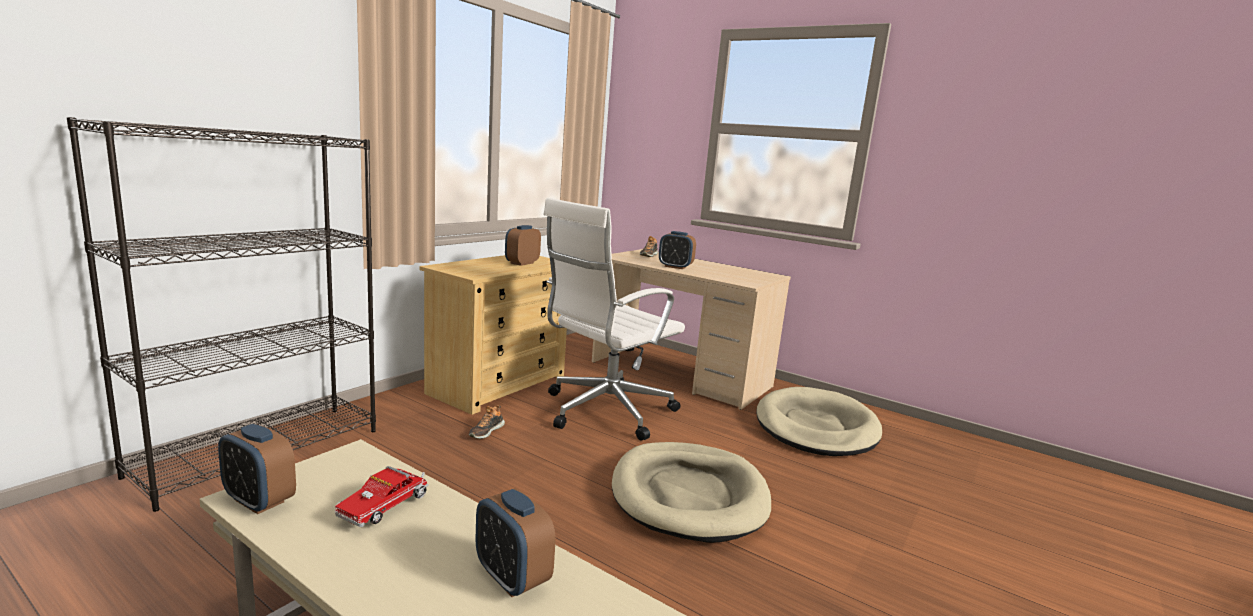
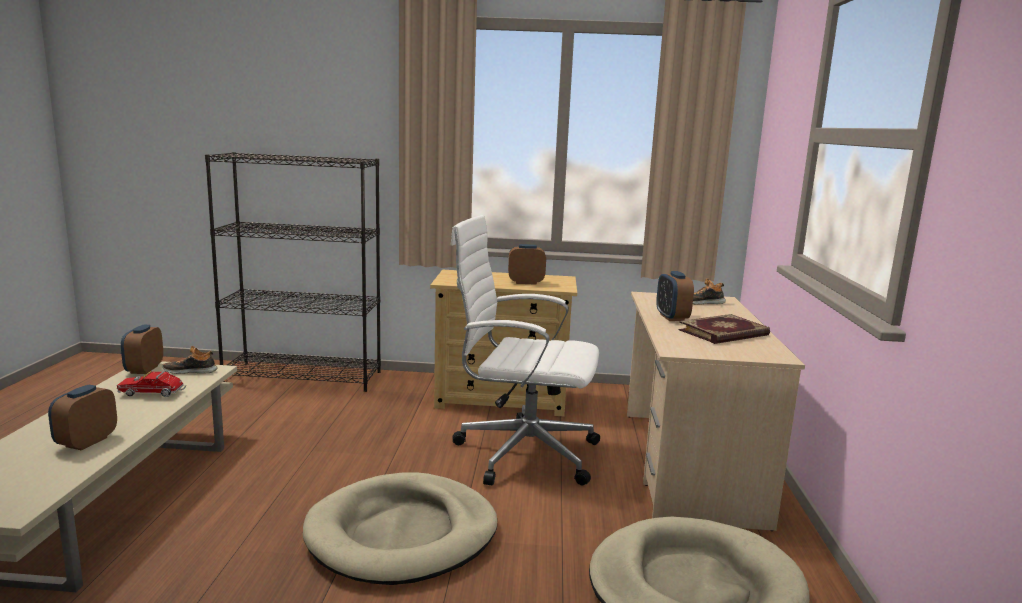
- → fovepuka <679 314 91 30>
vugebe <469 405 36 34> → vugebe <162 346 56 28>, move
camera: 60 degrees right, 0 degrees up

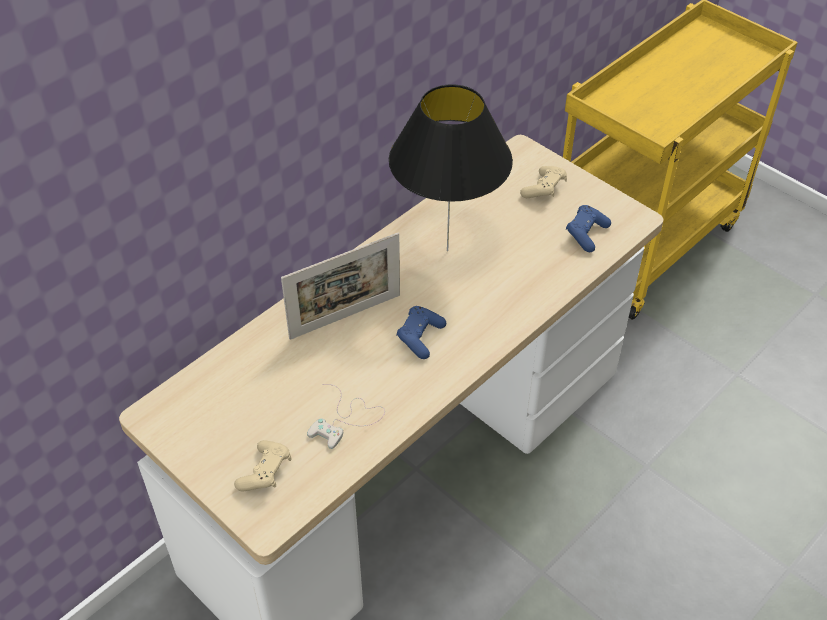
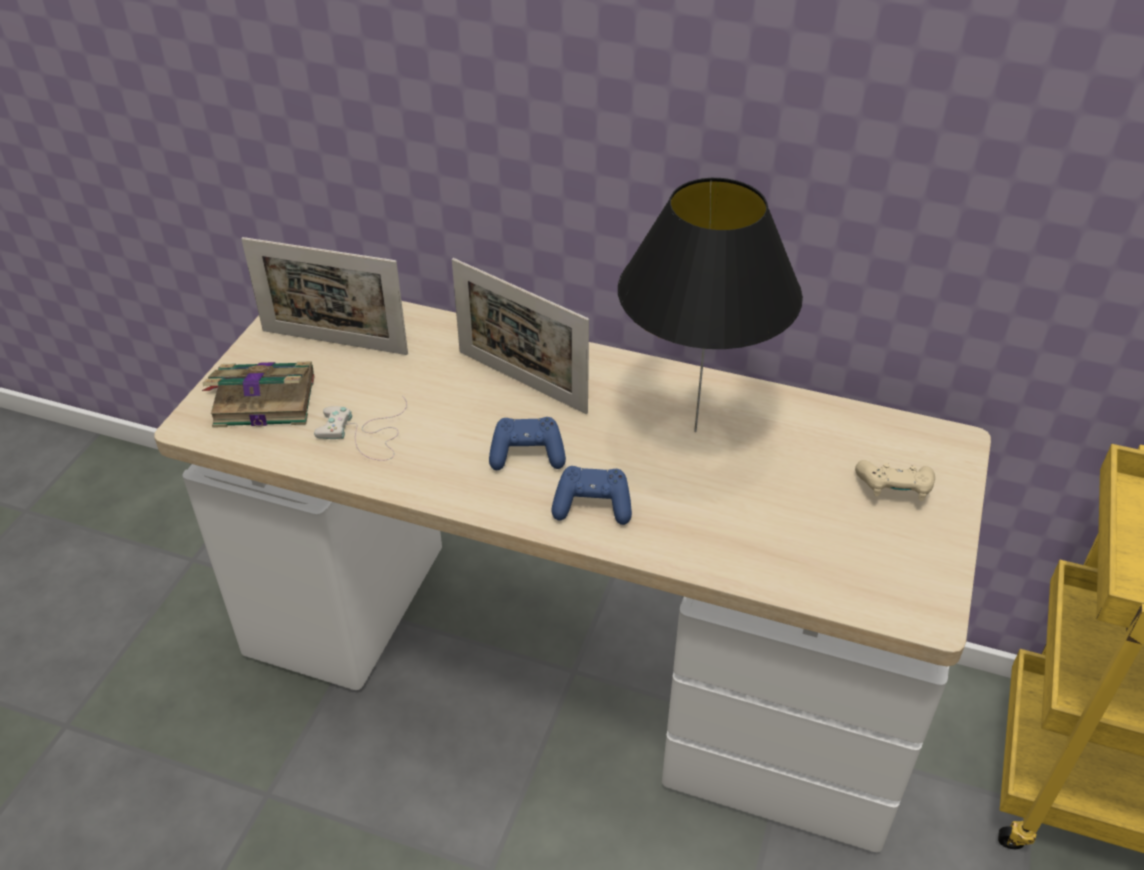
- → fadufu <241 237 167 118>
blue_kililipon <565 205 46 47> → blue_kililipon <551 466 81 59>, move
beige_kililipon <234 440 57 51> → fovepuka <202 361 113 67>
camera: 65 degrees right, 5 degrees down

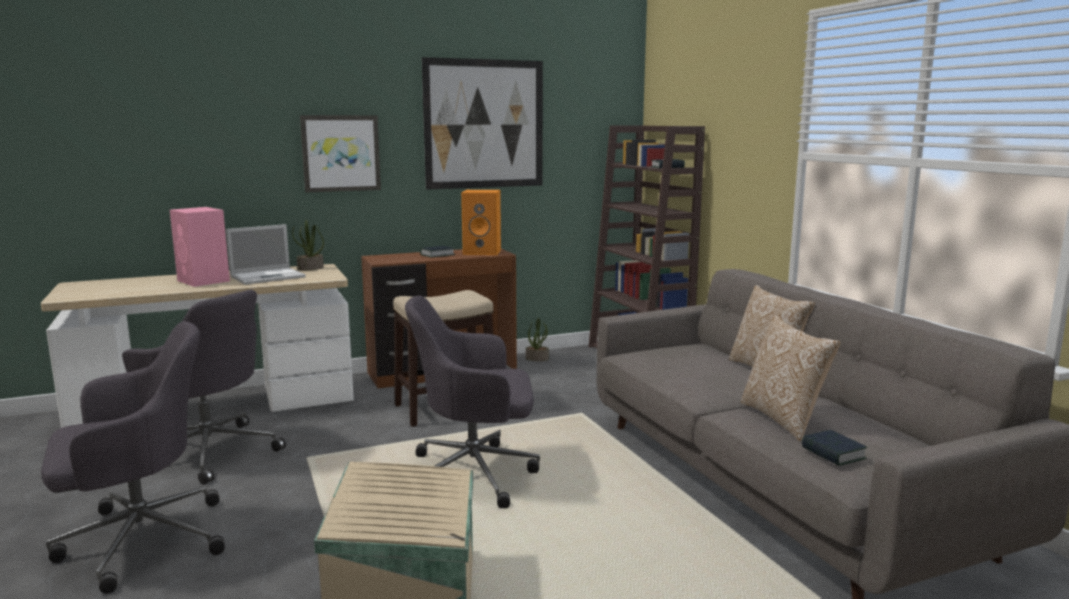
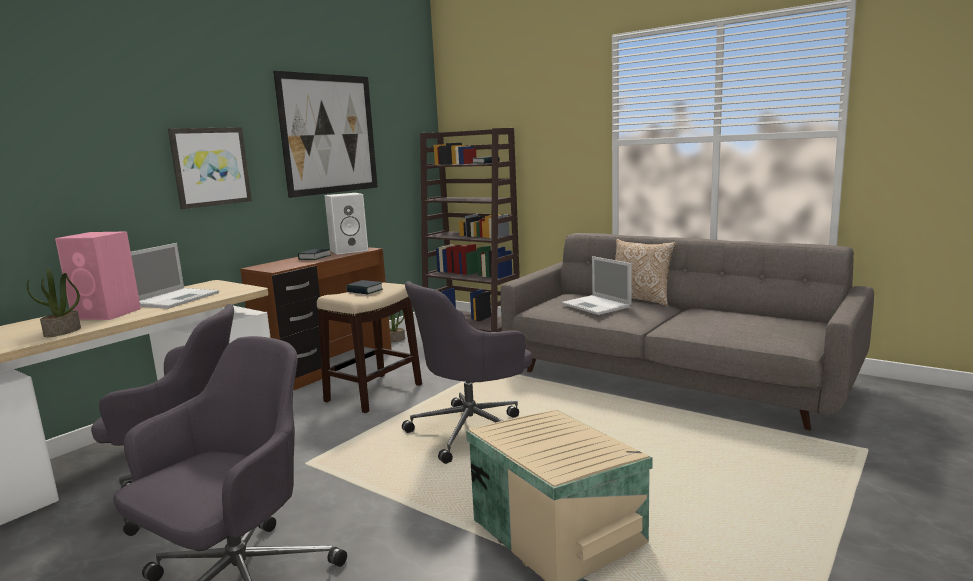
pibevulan <741 315 99 127> → -
- → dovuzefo <561 256 71 59>
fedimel <292 220 32 51> → fedimel <27 268 54 69>, move
fovepuka <802 430 65 36> → fovepuka <346 280 37 15>, move
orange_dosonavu <461 190 40 65> → white_dosonavu <324 193 44 62>
camera: 30 degrees left, 0 degrees up

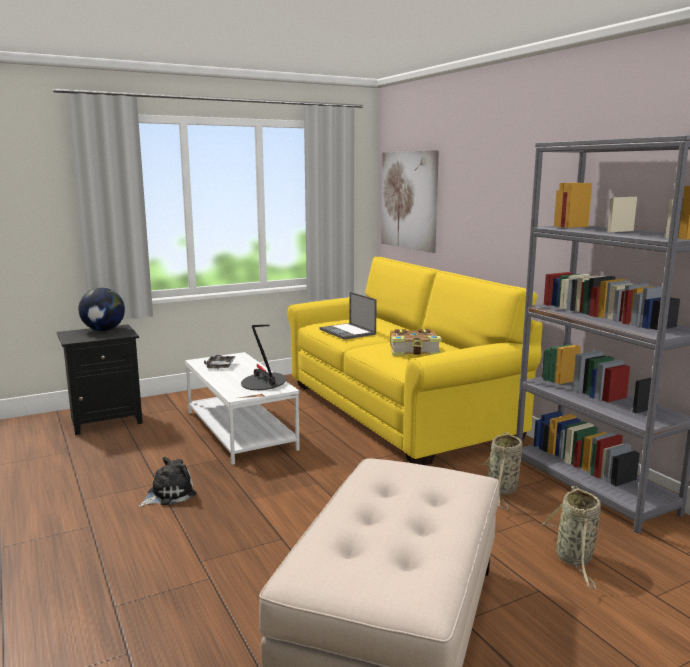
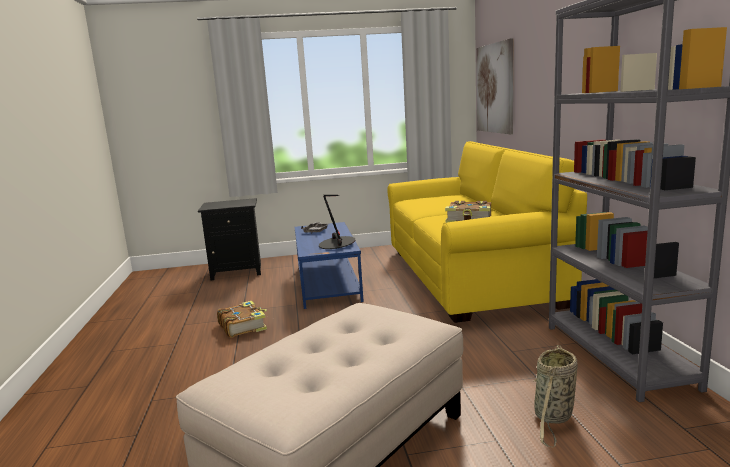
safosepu <78 288 47 43> → -
dovuzefo <320 292 57 48> → -
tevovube <483 432 40 78> → -
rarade <138 457 59 50> → fovepuka <217 301 50 37>
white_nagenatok <185 352 115 113> → blue_nagenatok <294 222 70 87>
camera: 20 degrees right, 0 degrees up

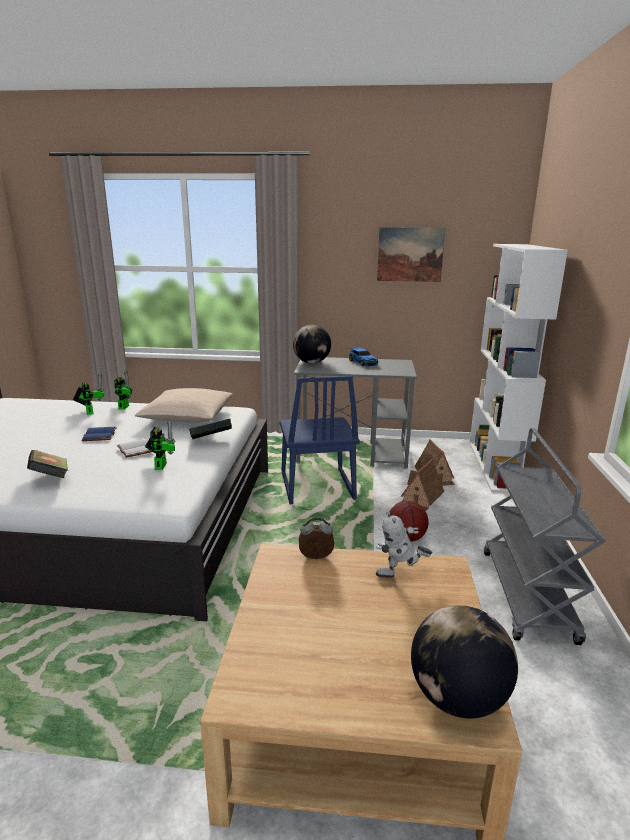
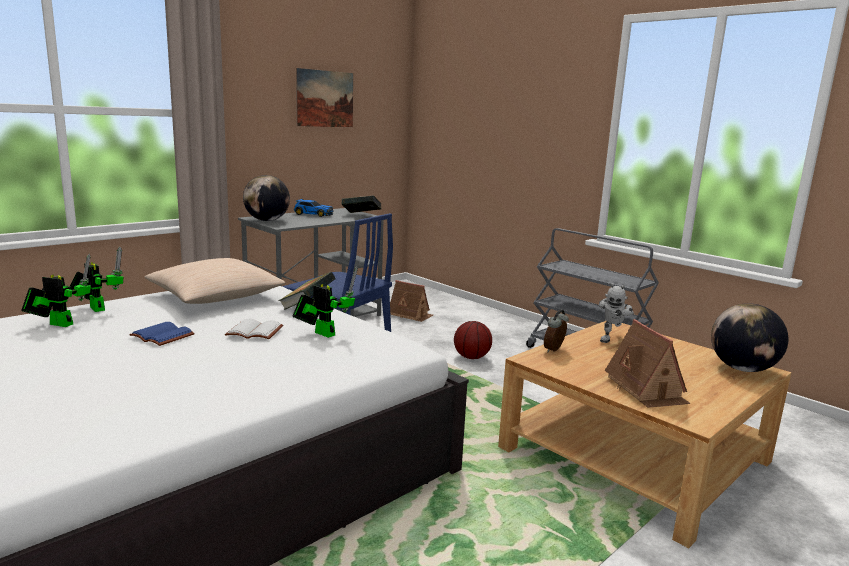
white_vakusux <469 244 99 249> → -
fovepuka <27 450 41 28> → fovepuka <341 196 40 17>, move
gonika <401 459 43 52> → gonika <605 319 86 89>, move
camera: 50 degrees left, 5 degrees down

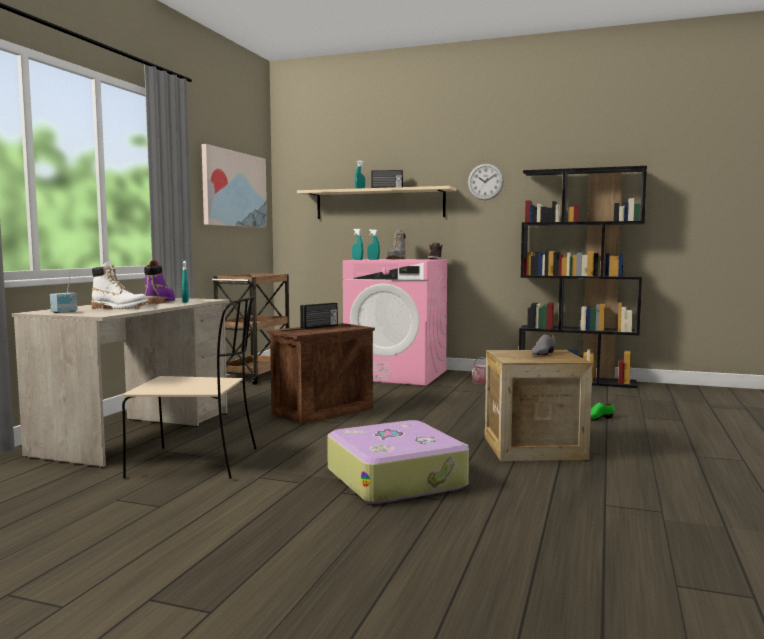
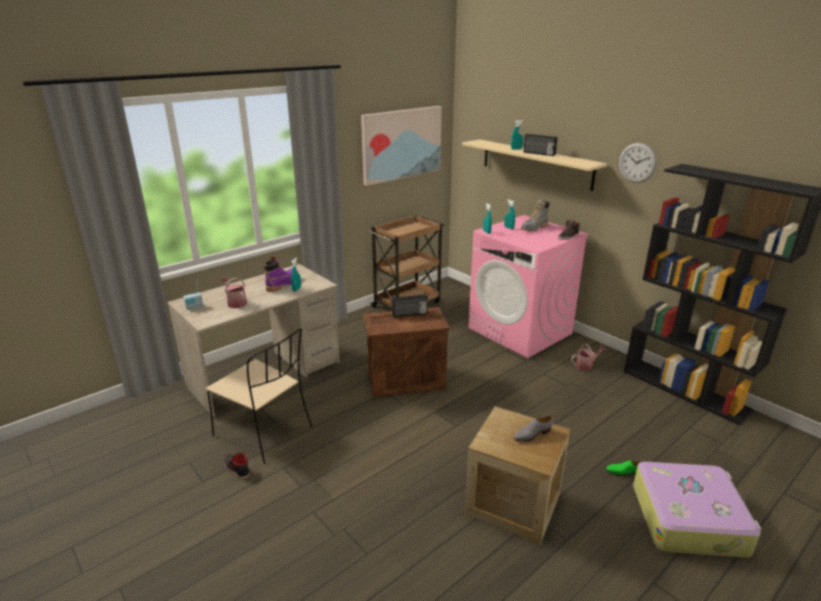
- → black_vugebe <224 452 26 27>
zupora <327 420 142 84> → zupora <633 462 128 96>, move
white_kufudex <91 261 58 48> → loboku <221 277 26 31>
camera: 30 degrees right, 20 degrees up

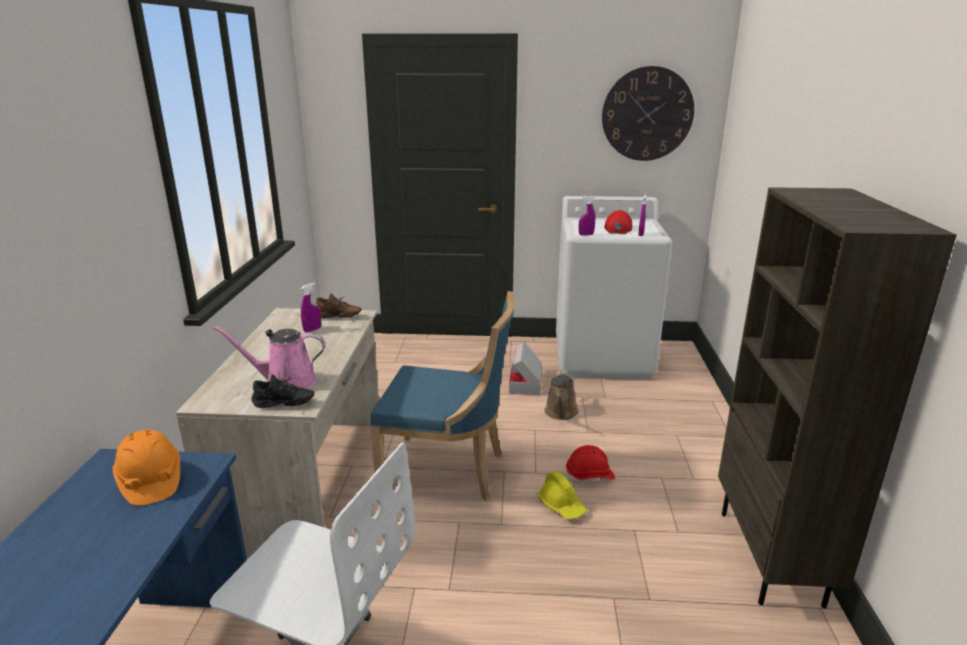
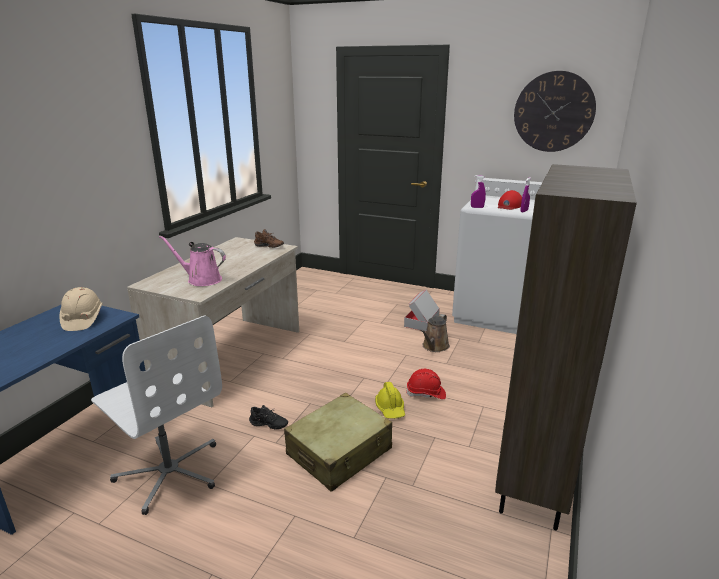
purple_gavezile <301 283 20 50> → -
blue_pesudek <370 291 144 210> → -
- → beige_zupora <284 393 108 99>
black_vugebe <251 374 63 34> → black_vugebe <249 405 39 25>, move
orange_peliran <113 430 67 76> → beige_peliran <60 287 42 44>
camera: 20 degrees right, 0 degrees up

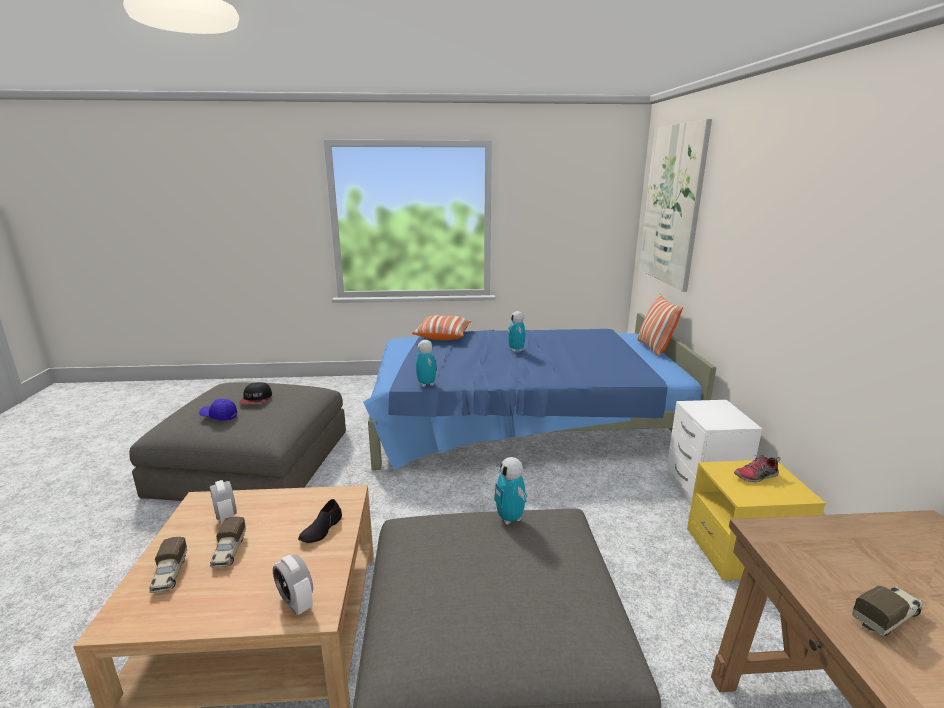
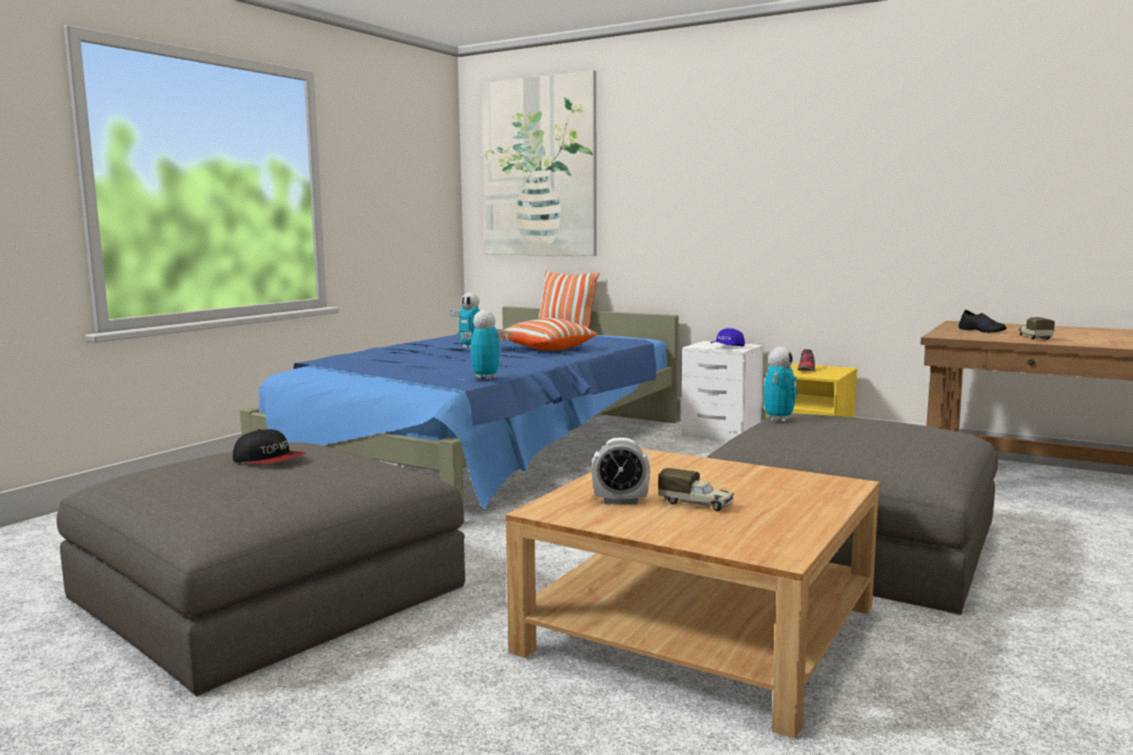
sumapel <149 537 38 56> → -
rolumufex <273 555 40 60> → -
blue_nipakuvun <199 399 38 22> → blue_nipakuvun <711 328 34 19>, move
black_vugebe <298 499 44 44> → black_vugebe <958 310 49 23>, move
pibevulan <412 315 59 25> → pibevulan <497 318 100 33>, move
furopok <494 457 33 68> → furopok <764 347 33 74>, 75 degrees counterclockwise
camera: 55 degrees left, 10 degrees down

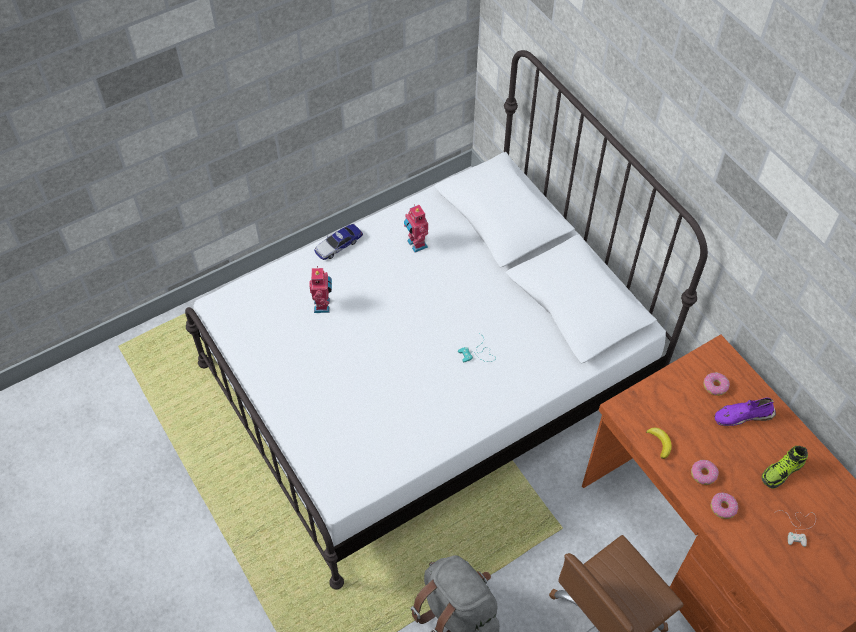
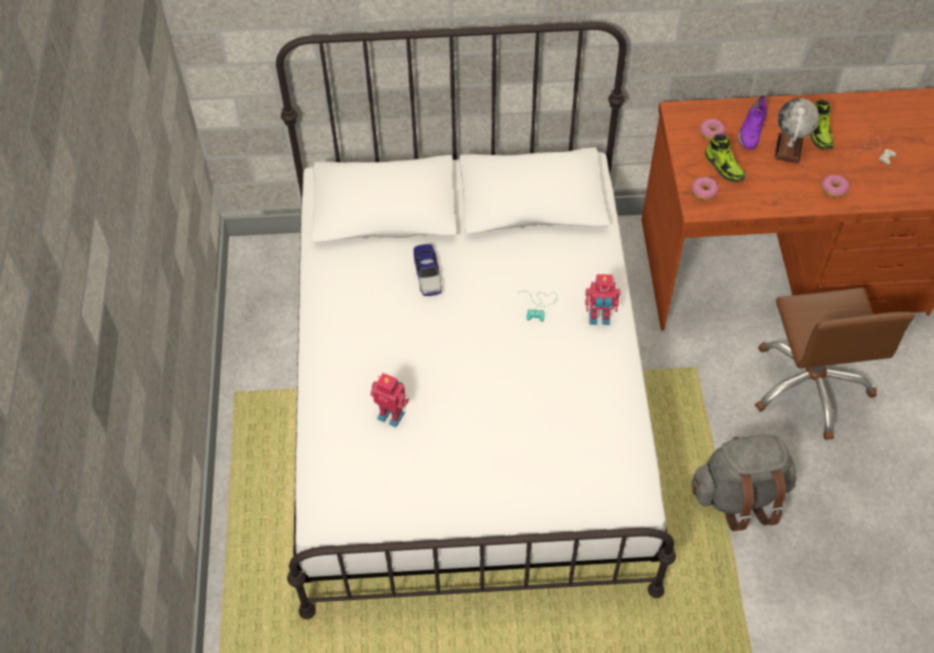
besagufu <646 427 26 32> → -
- → vugebe <705 134 41 48>
- → safosepu <775 98 44 66>
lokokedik <314 224 49 36> → lokokedik <414 244 28 52>, move
furopok <404 204 24 49> → furopok <585 274 35 51>, move
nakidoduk <691 460 28 25> → nakidoduk <692 177 26 23>, move
camera: 60 degrees left, 0 degrees up

